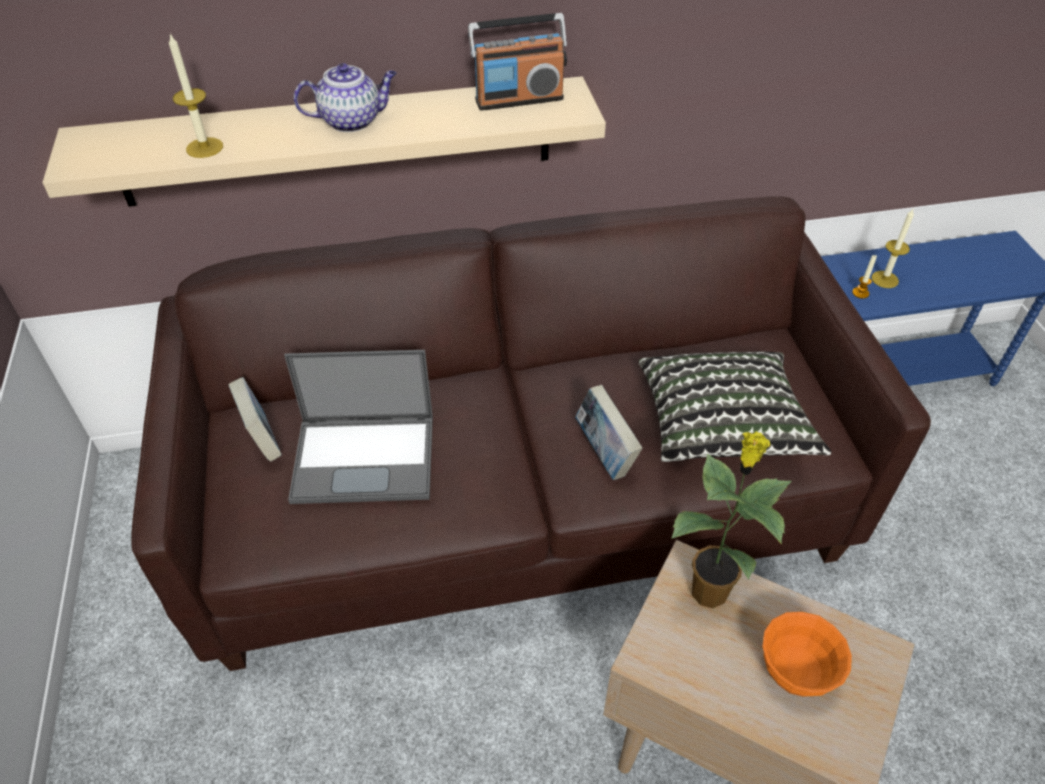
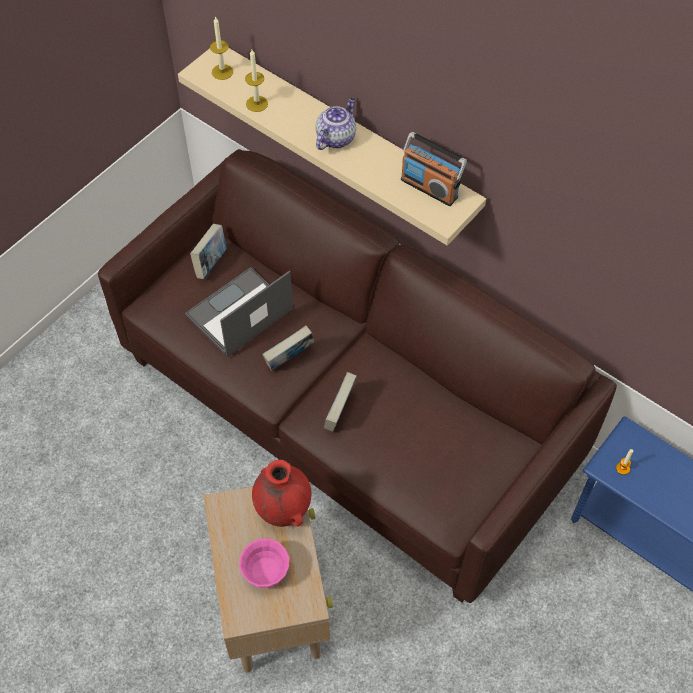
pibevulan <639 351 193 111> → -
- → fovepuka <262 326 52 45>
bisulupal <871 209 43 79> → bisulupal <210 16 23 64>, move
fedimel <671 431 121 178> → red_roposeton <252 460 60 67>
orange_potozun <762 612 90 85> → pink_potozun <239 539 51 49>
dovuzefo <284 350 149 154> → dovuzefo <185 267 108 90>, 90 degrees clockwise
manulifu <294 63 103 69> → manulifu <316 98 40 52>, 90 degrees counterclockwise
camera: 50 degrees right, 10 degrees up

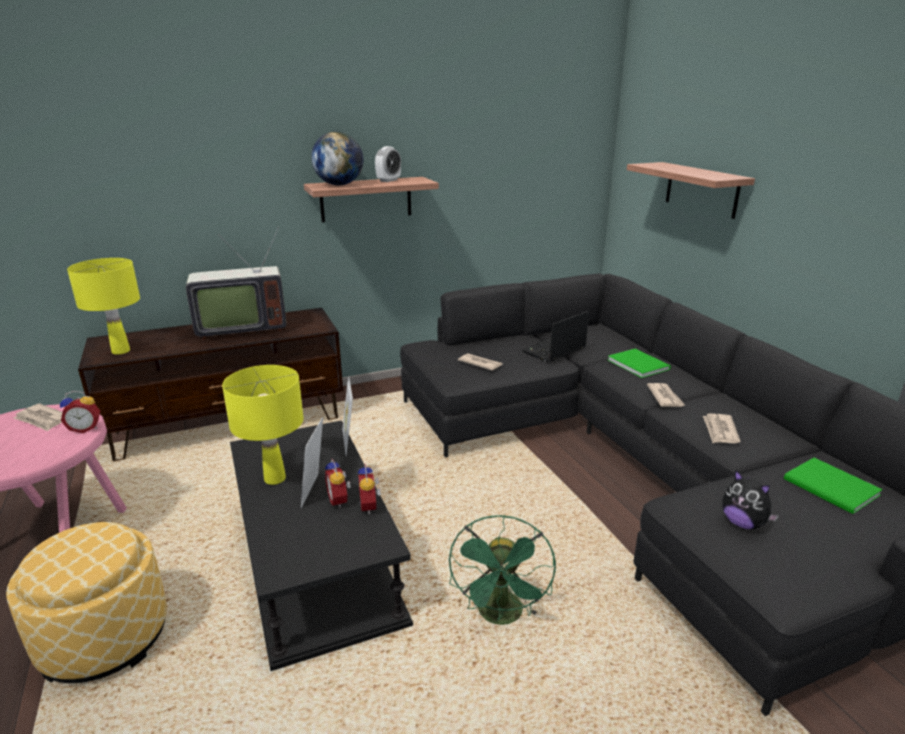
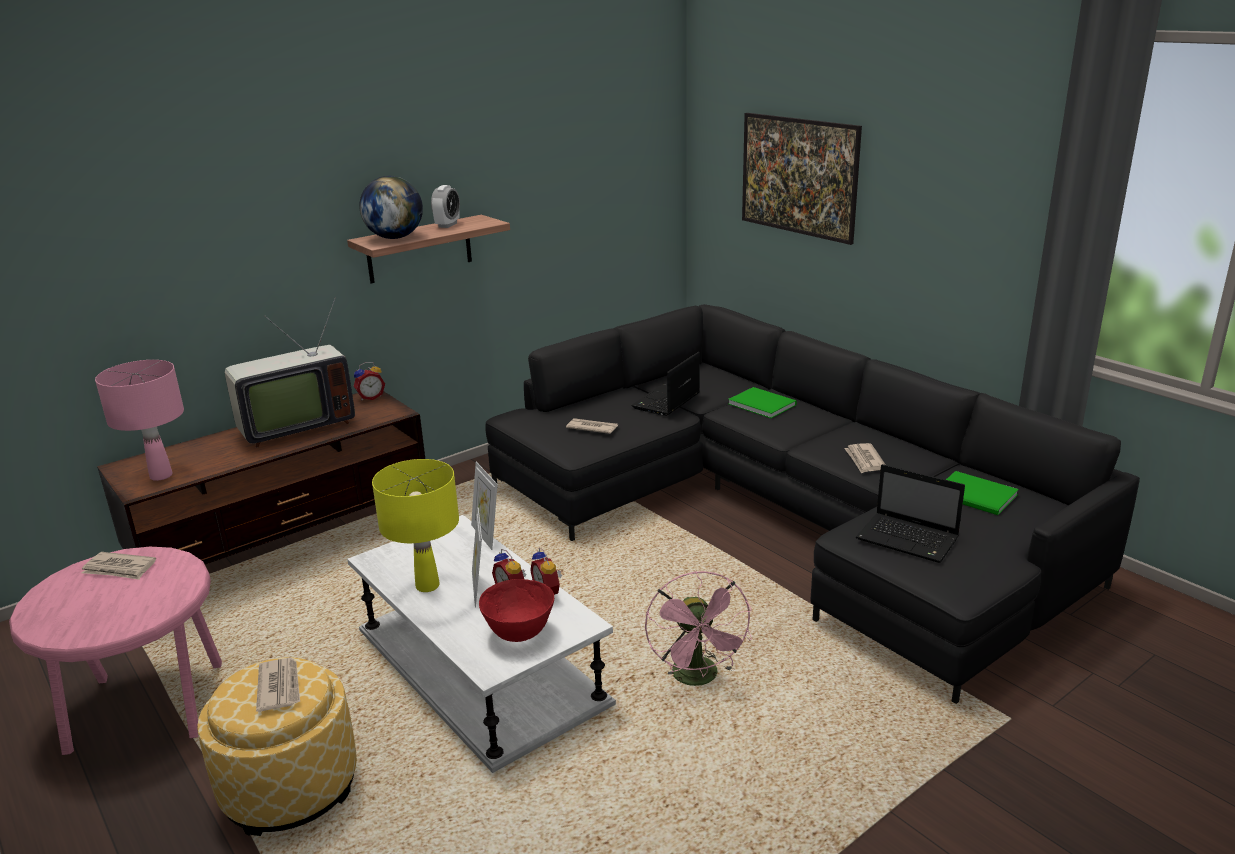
- → red_potozun <479 579 75 63>
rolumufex <60 391 40 42> → rolumufex <354 362 31 38>, move
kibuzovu <647 383 38 24> → kibuzovu <256 658 44 54>, move
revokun <627 162 128 57> → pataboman <742 113 120 132>
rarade <722 470 57 59> → dovuzefo <856 464 109 99>
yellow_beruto <67 258 73 97> → pink_beruto <95 360 89 121>
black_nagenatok <230 420 183 251> → white_nagenatok <347 515 269 258>
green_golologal <449 515 107 110> → pink_golologal <645 571 107 115>
camera: 15 degrees left, 0 degrees up

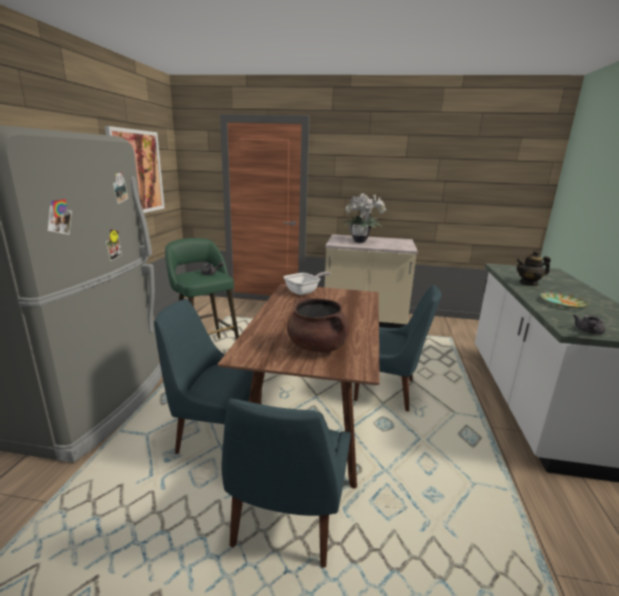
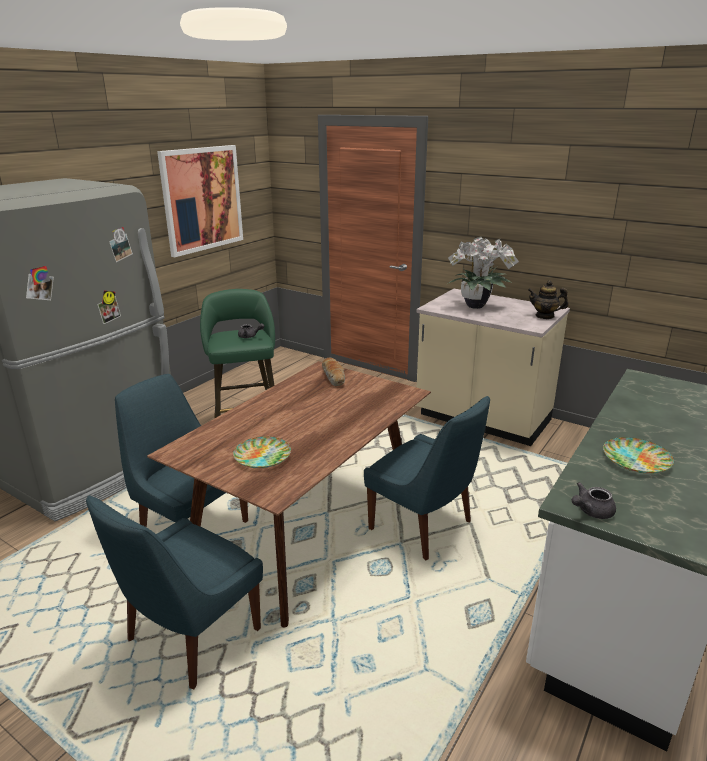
manulifu <516 250 35 36> → manulifu <528 280 41 39>, move
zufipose <284 272 47 23> → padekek <322 358 23 28>
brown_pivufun <287 298 62 55> → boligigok <233 437 58 31>
camera: 25 degrees right, 5 degrees up

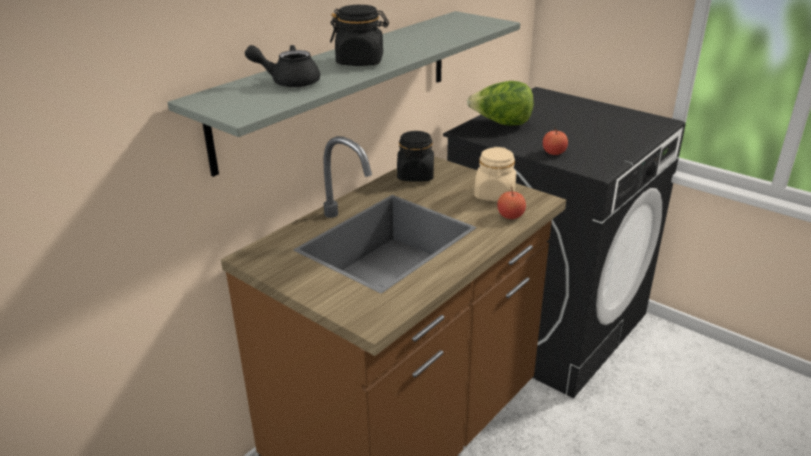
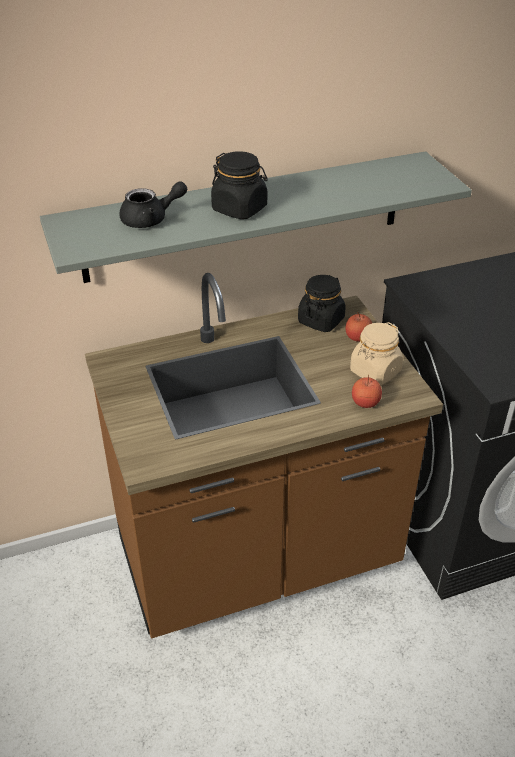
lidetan <467 81 67 44> → -
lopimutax <543 127 25 28> → lopimutax <345 312 27 30>, move
black_manulifu <245 45 75 42> → black_manulifu <119 181 68 47>, 135 degrees clockwise
camera: 30 degrees right, 10 degrees up

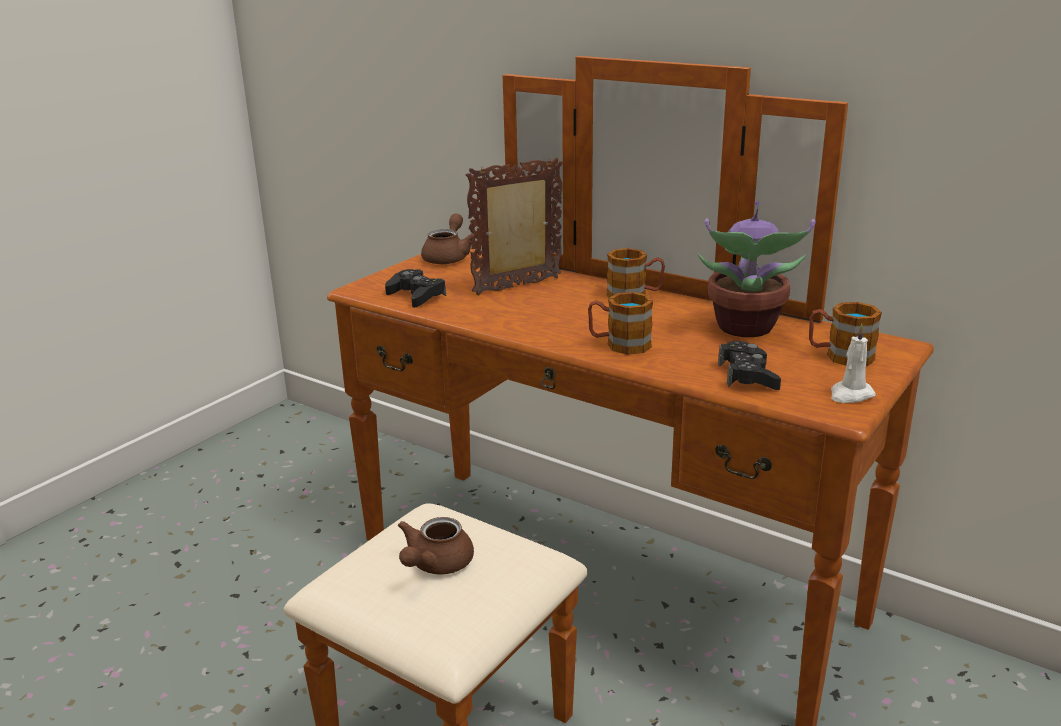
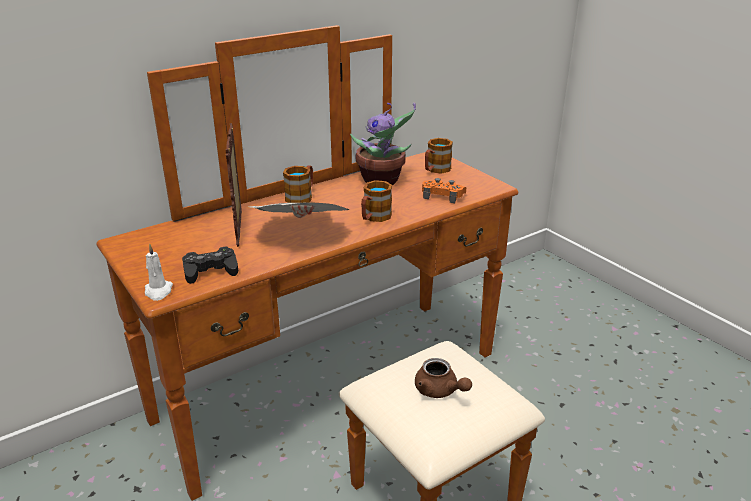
brown_manulifu <421 214 53 50> → -
- → kibuzovu <248 202 101 16>
white_bisulupal <831 323 45 80> → white_bisulupal <145 244 28 57>, move
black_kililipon <718 341 63 49> → orange_kililipon <422 178 44 25>
camera: 70 degrees left, 5 degrees up

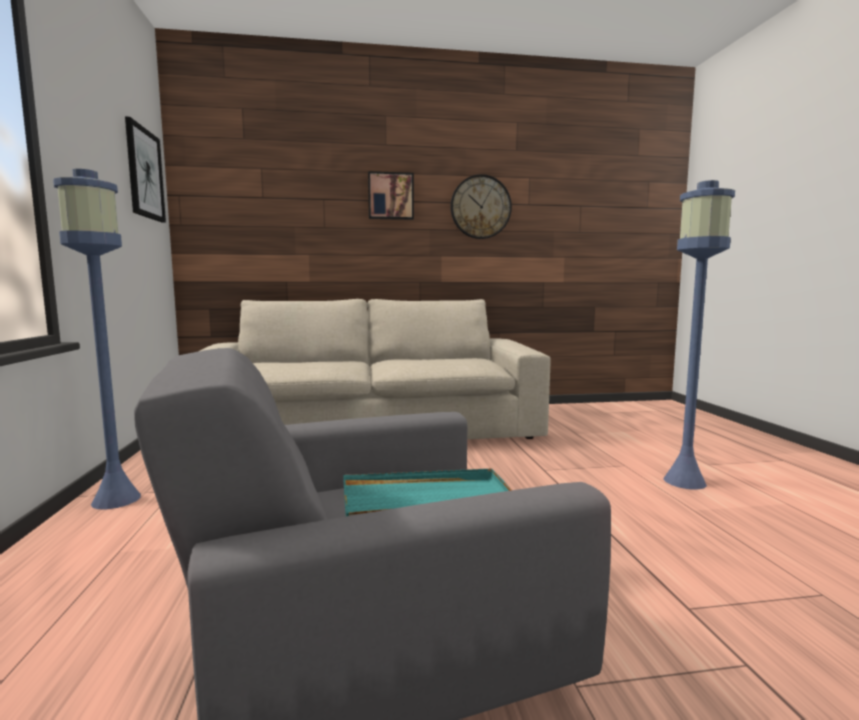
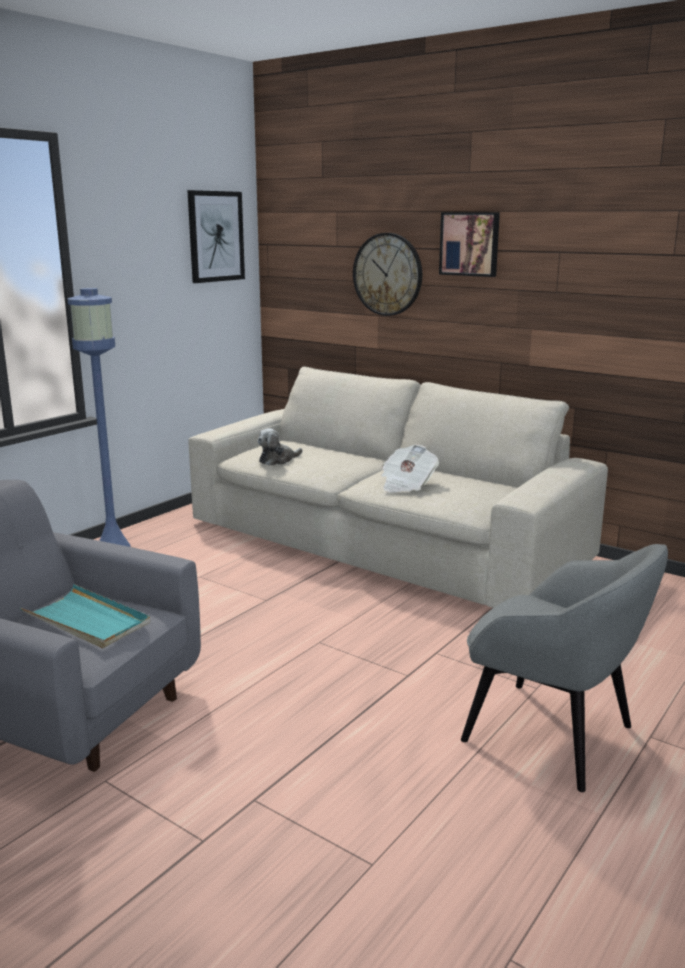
- → rarade <257 428 46 38>
- → kibuzovu <381 445 58 48>
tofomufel <450 174 62 65> → tofomufel <353 233 69 83>, move
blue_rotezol <663 180 72 310> → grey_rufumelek <461 544 207 248>
camera: 45 degrees right, 10 degrees up

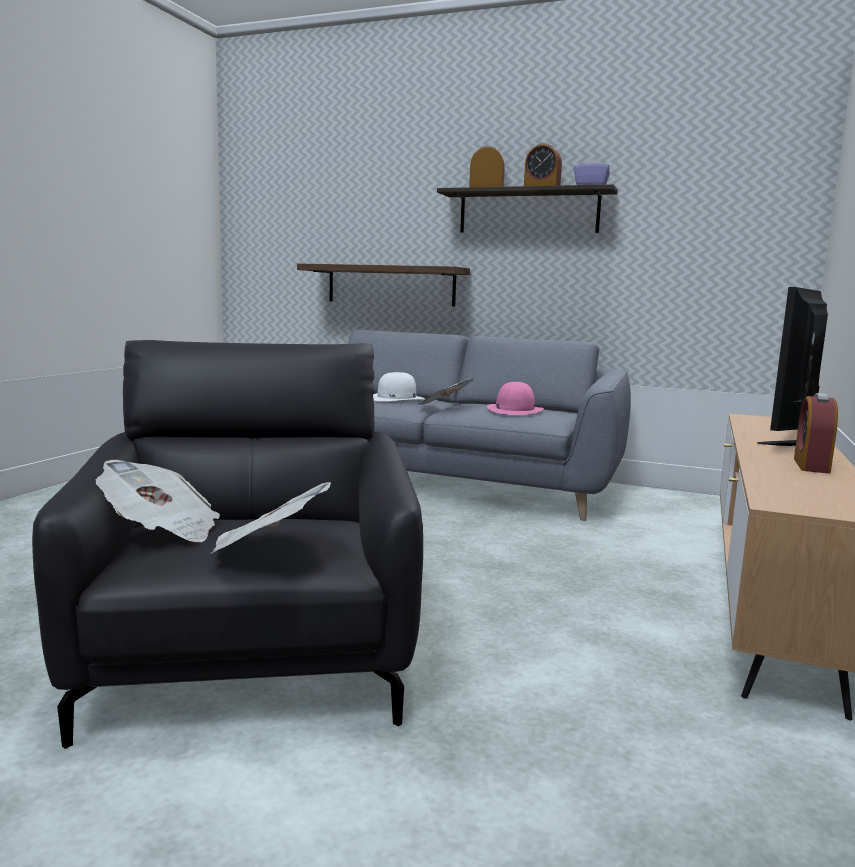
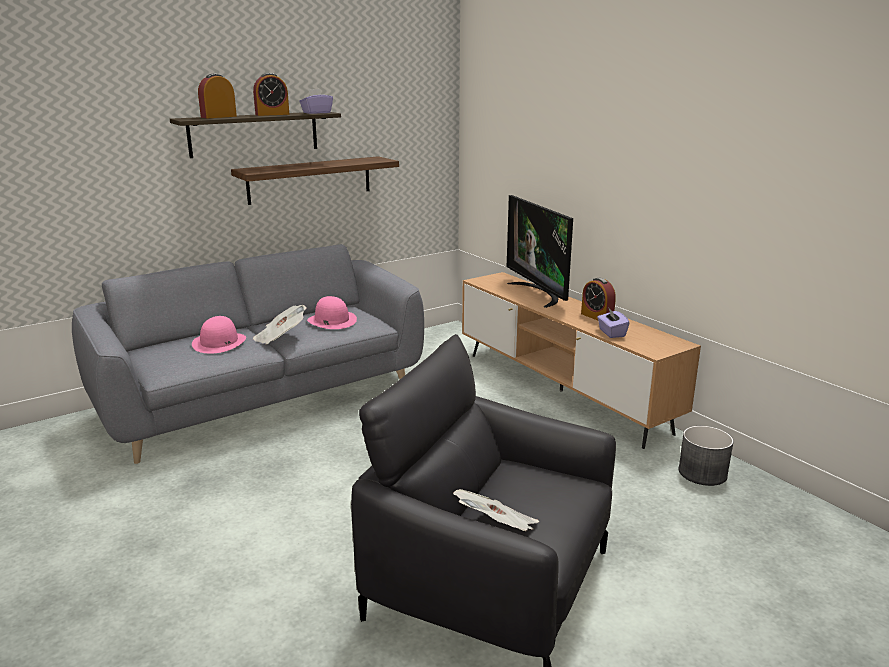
kibuzovu <210 482 121 72> → -
- → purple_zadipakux <597 307 33 31>
- → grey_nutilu <679 426 55 60>
revokun <297 263 173 43> → revokun <231 156 168 49>, move
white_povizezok <373 372 52 29> → pink_povizezok <192 316 54 37>
camera: 55 degrees left, 10 degrees up

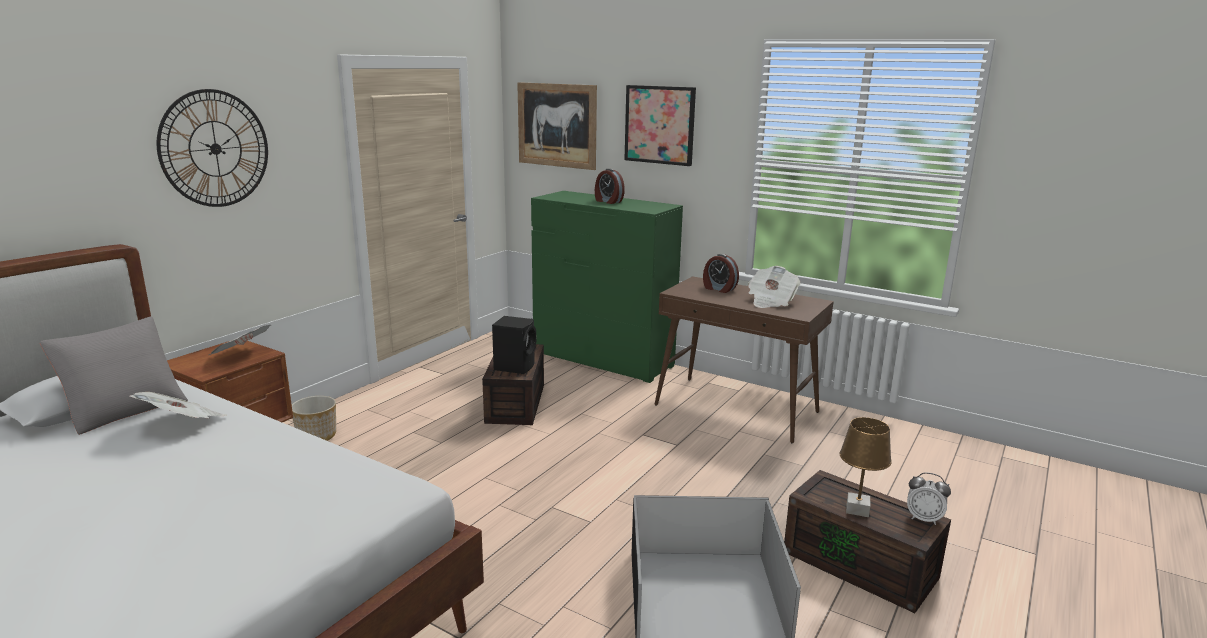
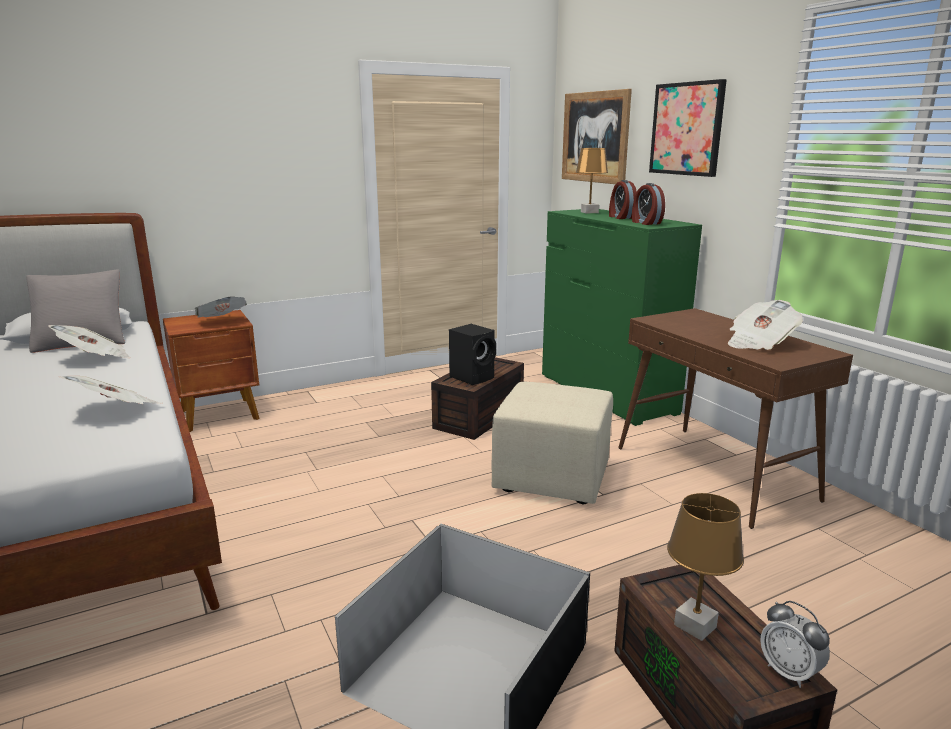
tofomufel <157 89 111 118> → -
nutilu <292 396 44 45> → -
- → kibuzovu <61 376 101 28>
- → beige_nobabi <492 382 121 122>
- → brown_beruto <576 148 32 66>
rolumufex <703 254 36 39> → rolumufex <632 183 33 42>, move
camera: 30 degrees right, 0 degrees up

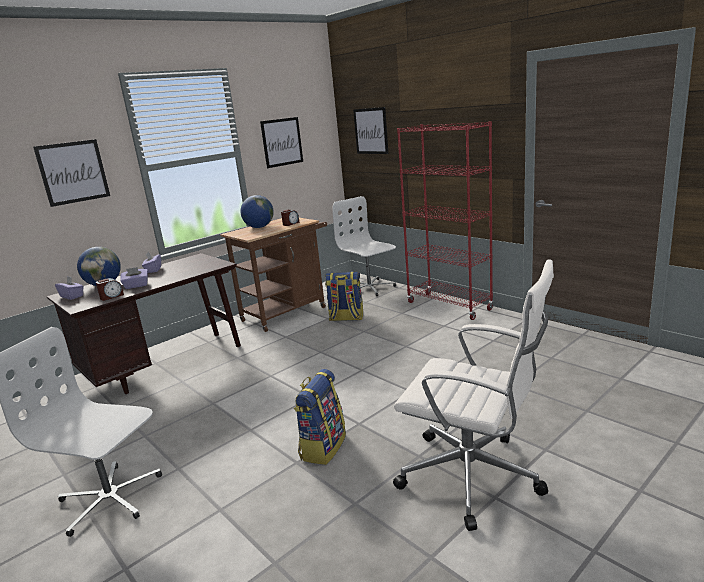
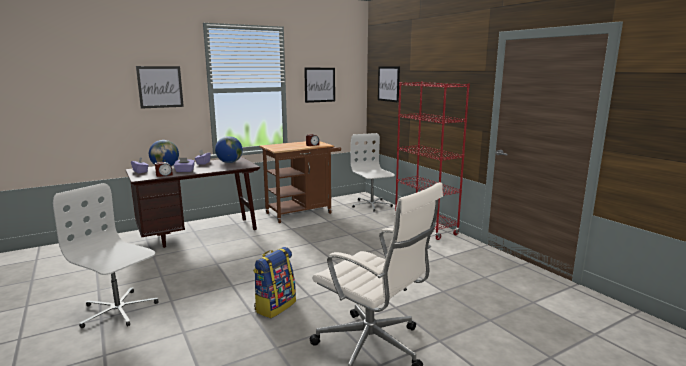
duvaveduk <325 272 38 49> → -
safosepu <240 195 34 33> → safosepu <215 136 28 27>, move
camera: 10 degrees right, 5 degrees down

